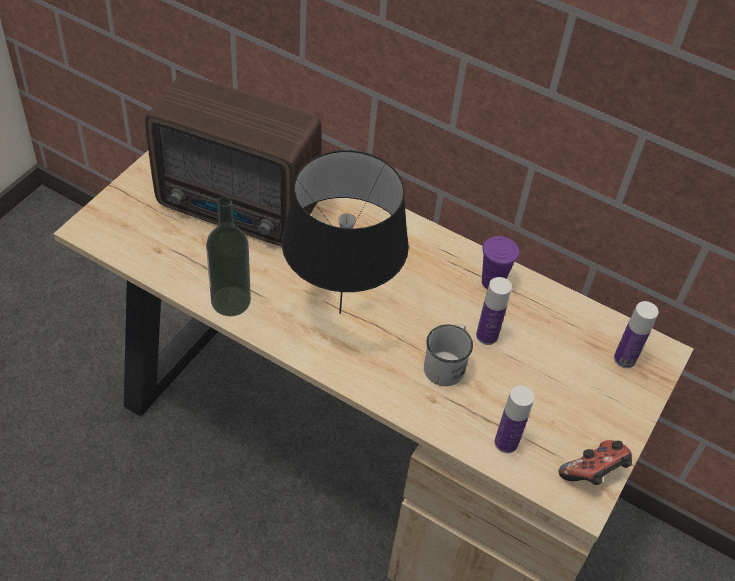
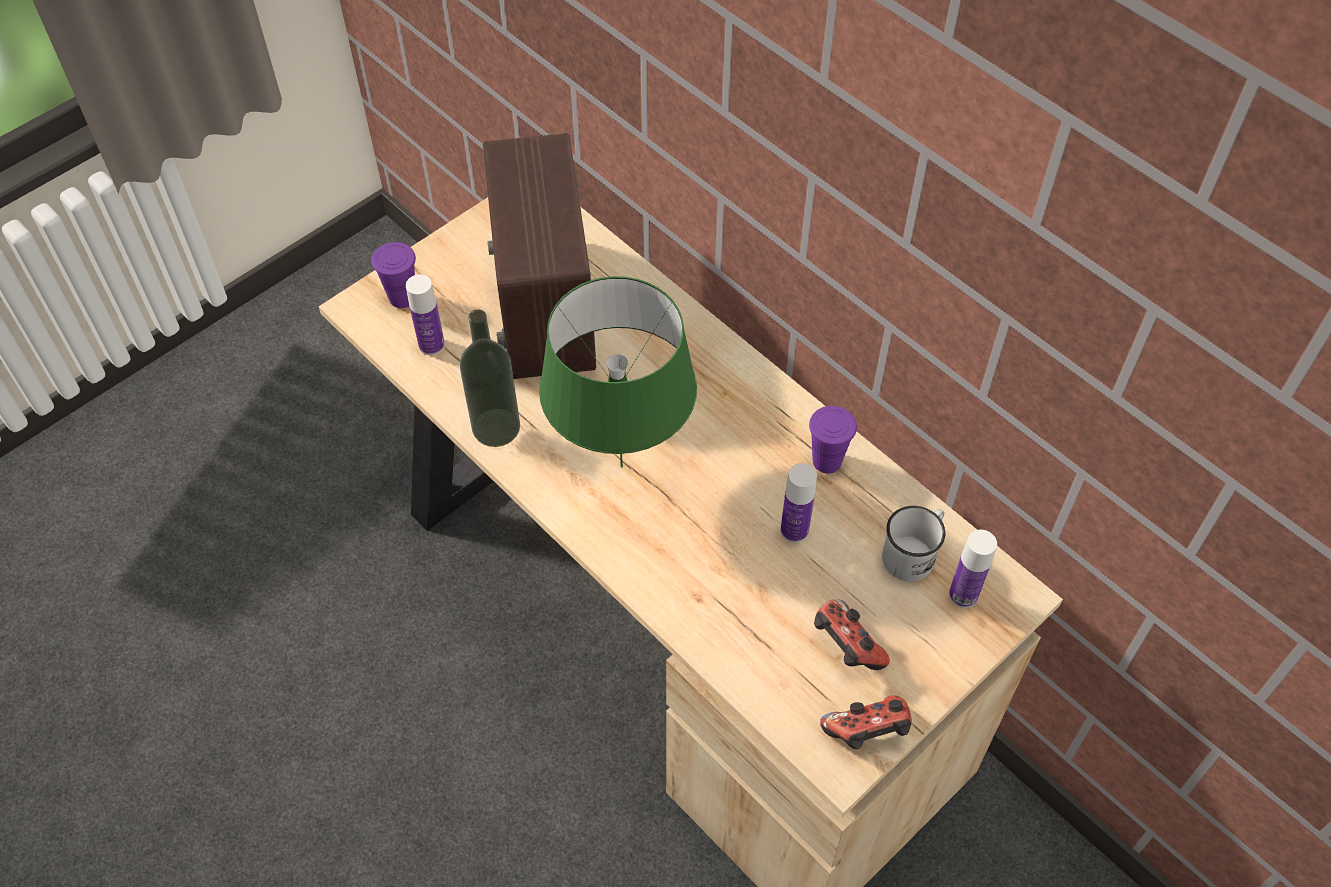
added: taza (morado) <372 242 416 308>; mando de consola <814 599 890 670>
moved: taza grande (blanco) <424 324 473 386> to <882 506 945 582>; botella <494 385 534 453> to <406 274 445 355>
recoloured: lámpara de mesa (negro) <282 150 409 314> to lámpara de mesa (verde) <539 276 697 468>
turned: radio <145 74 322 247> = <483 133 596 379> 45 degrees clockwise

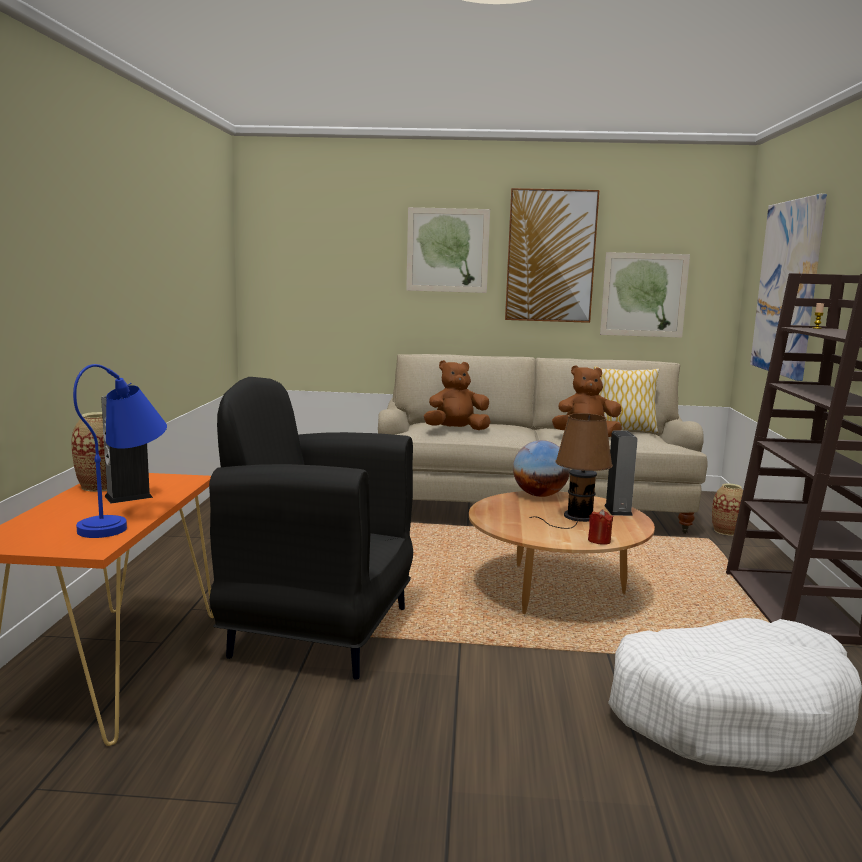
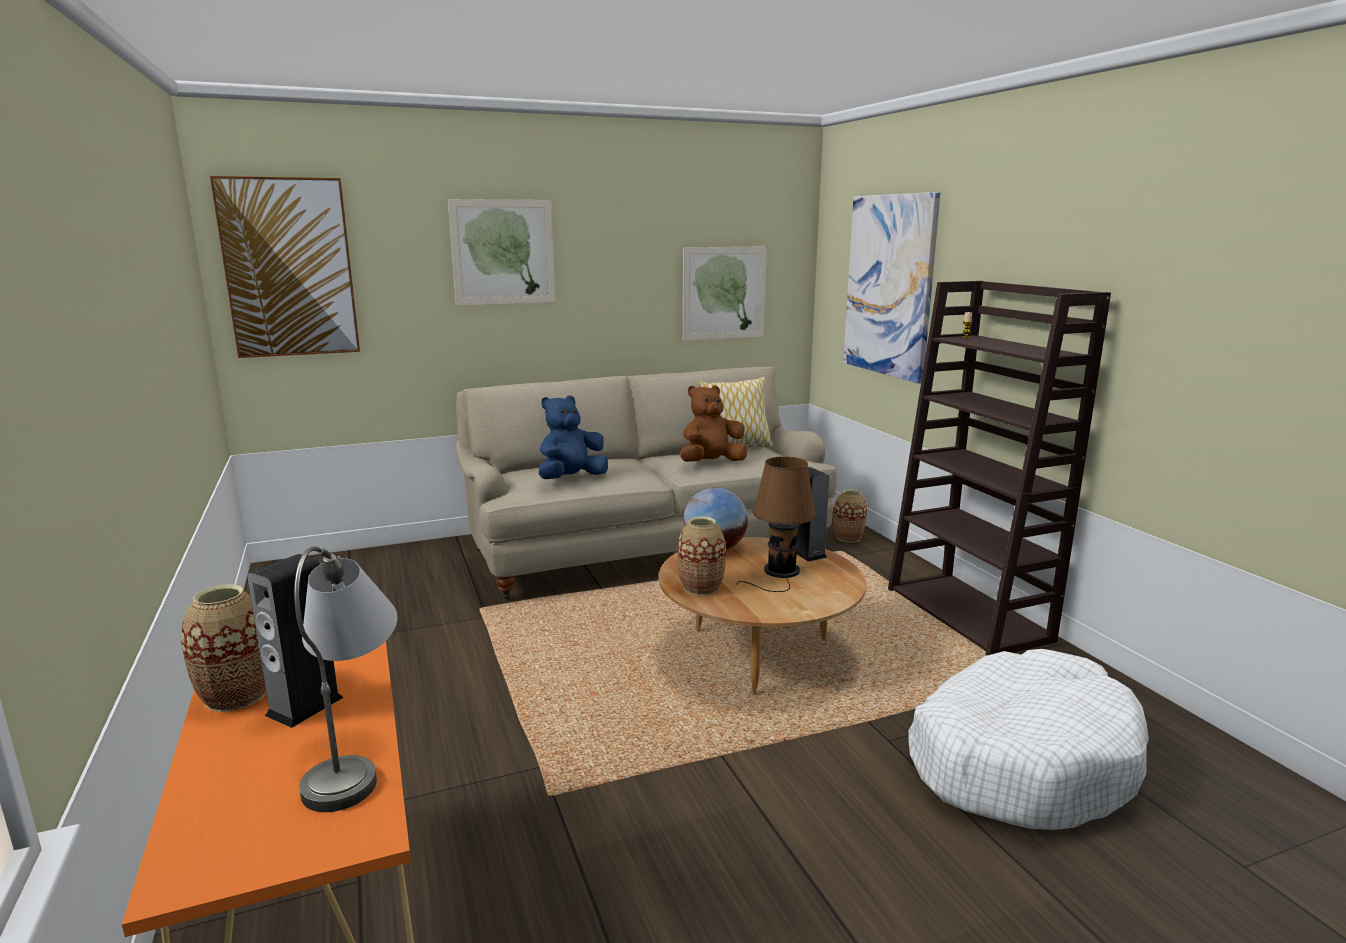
removed: sillón (negro) <209 377 413 680>; vela (rojo) <588 509 614 545>
added: florero <677 516 726 596>
moved: cuadro <505 188 599 323> to <210 176 360 358>
recoloured: lámpara de mesa (azul) <73 364 167 538> to lámpara de mesa (gris) <294 546 397 812>; peluche (marrón) <424 360 491 430> to peluche (azul) <539 395 608 479>

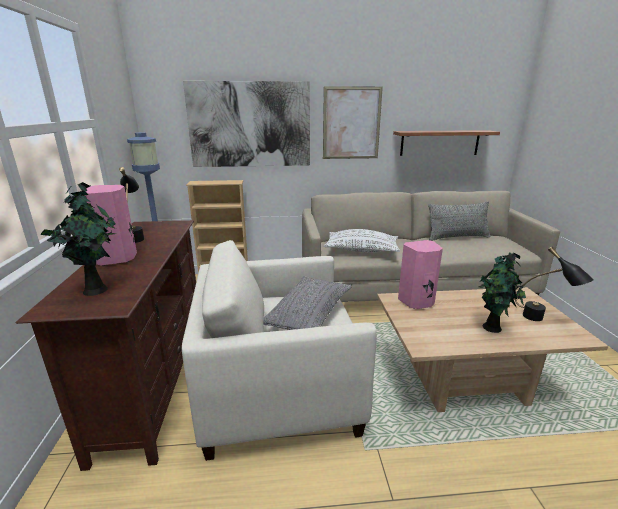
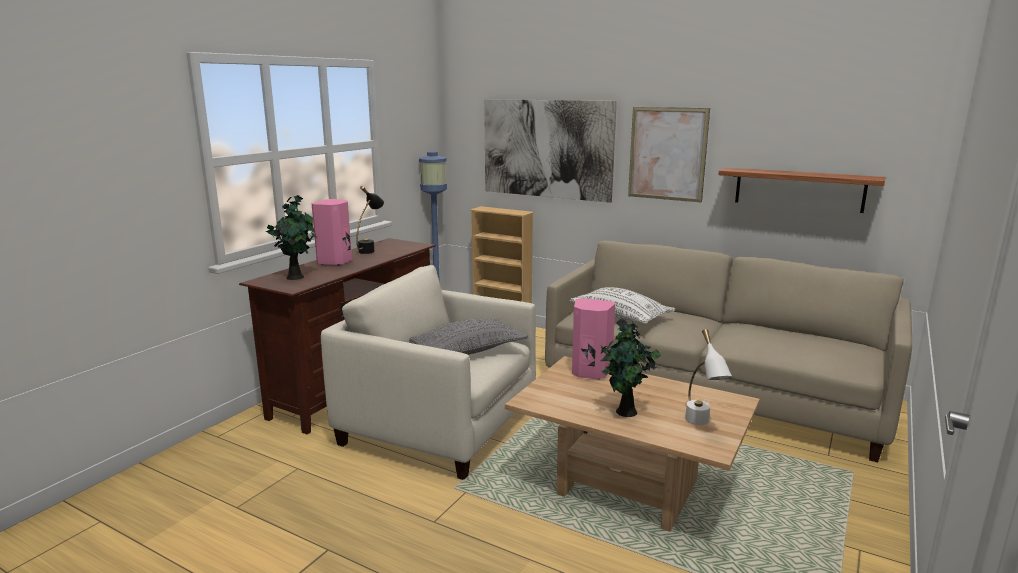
removed: cojín (gris) <428 201 490 241>
recoloured: lámpara de mesa (negro) <515 247 594 321> to lámpara de mesa (blanco) <685 329 732 425>

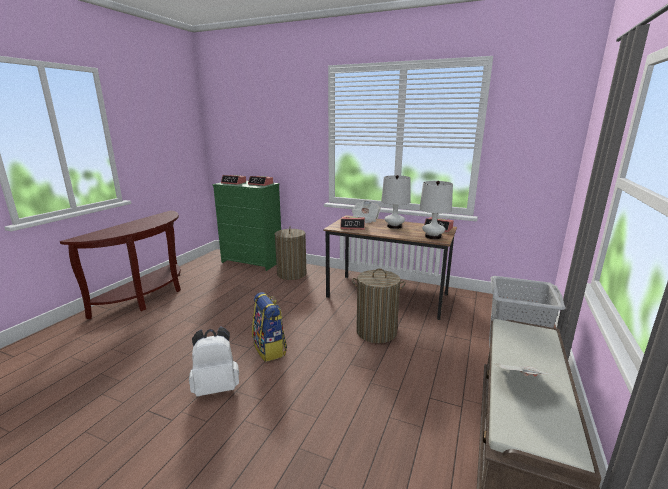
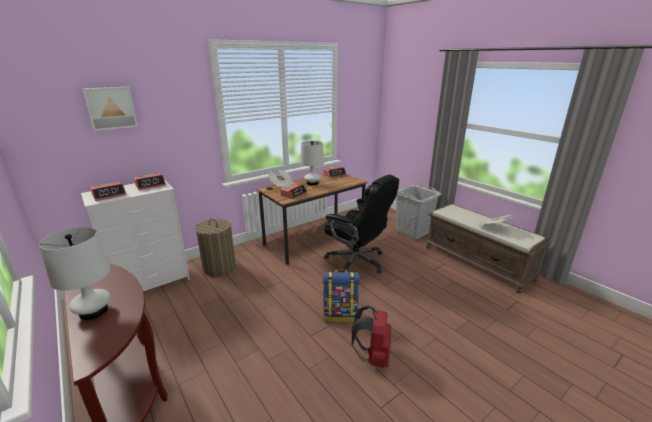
added: cuadro <82 87 138 131>
moved: lámpara de mesa (blanco) <419 181 453 239> to <39 227 111 320>
replaced: cesto de la ropa <352 269 406 343> to silla de oficina (negro) <324 175 399 273>
recoloured: mochila (blanco) <189 326 239 396> to mochila (rojo) <352 305 391 368>; cómoda (verde) <213 181 281 271> to cómoda (blanco) <81 181 190 291>

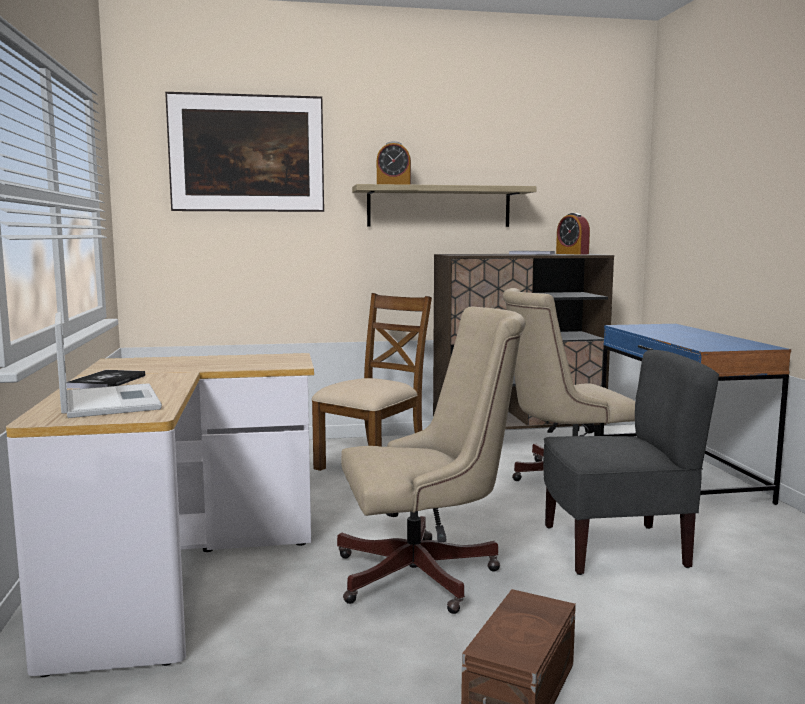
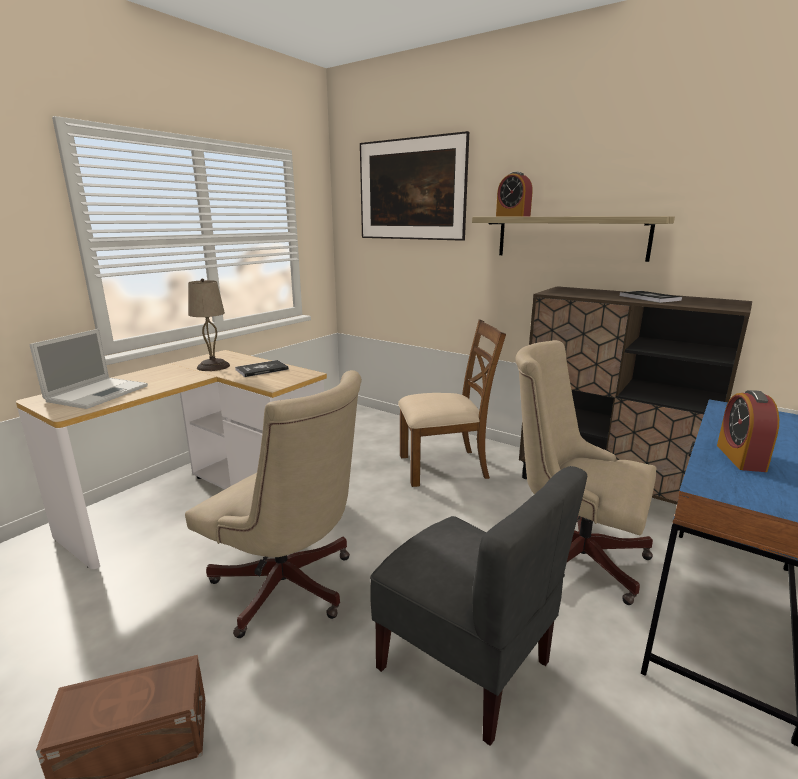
added: lámpara de mesa (beis) <188 278 230 371>
moved: libro <67 370 145 389> to <235 360 289 377>; despertador <556 213 590 255> to <717 390 779 472>

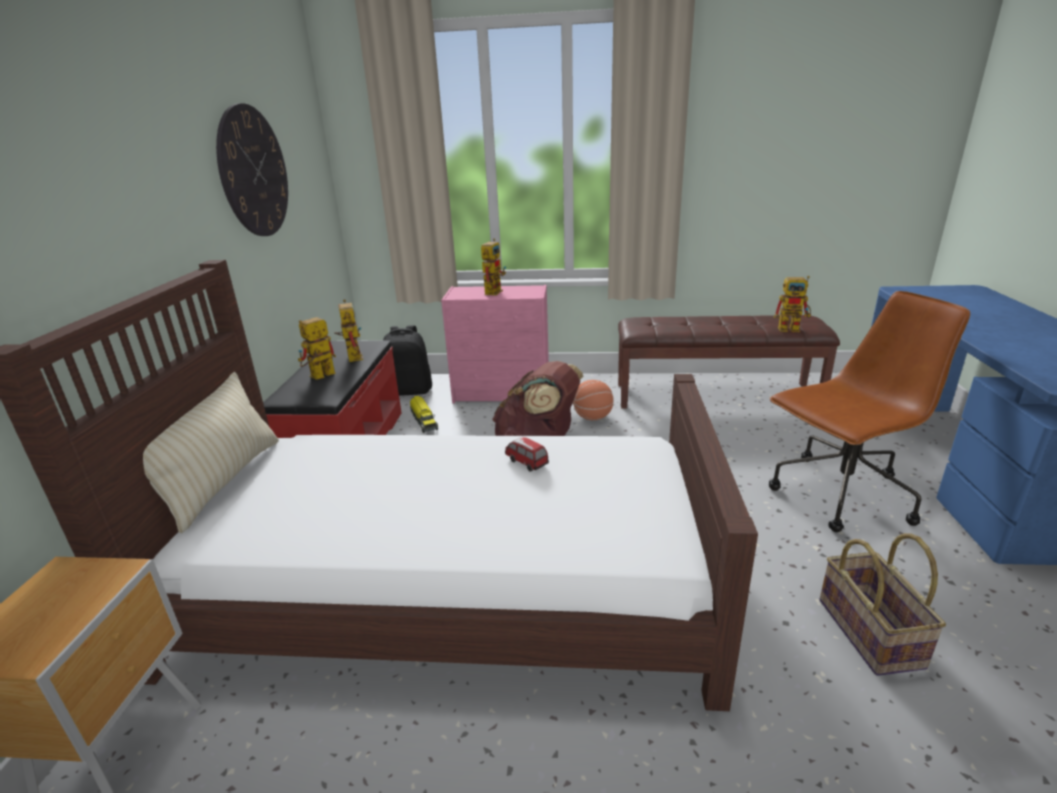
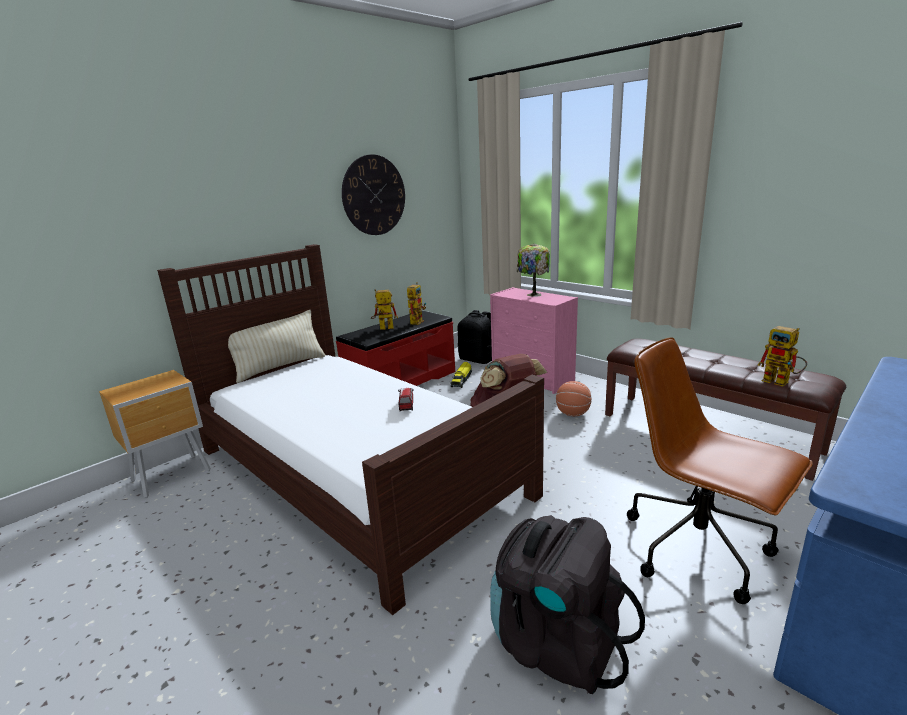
replaced: robot de juguete <481 238 506 295> to lámpara de mesa <517 244 550 297>; cesta <820 533 946 676> to mochila (negro) <490 515 645 694>
turned: silla de oficina (marrón) <769 291 970 532> = <627 337 813 604> 150 degrees counterclockwise

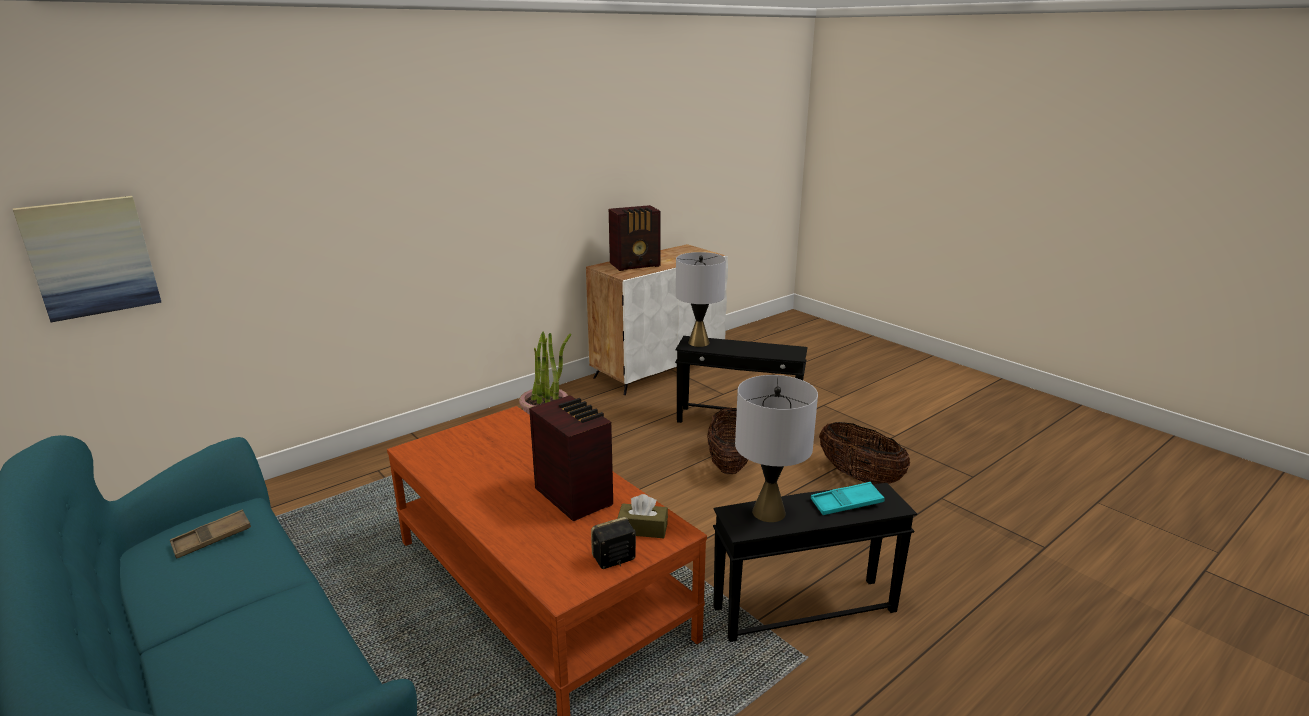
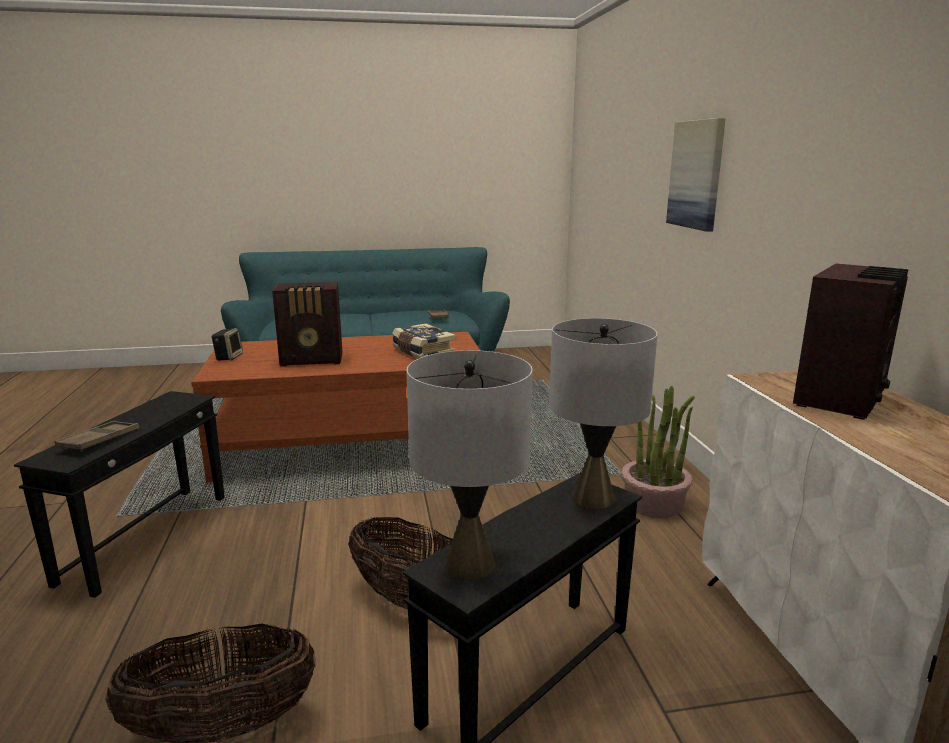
removed: caja de pañuelos (marrón) <617 494 668 538>
added: libro <392 324 456 359>
moved: cuadro <12 196 162 322> to <666 118 726 232>; lámpara de mesa (gris) <735 375 818 522> to <406 350 533 580>
recoloured: bandeja (turquesa) <811 482 885 515> to bandeja (marrón) <55 421 139 452>
turned: radio <609 205 661 271> = <793 264 909 420> 150 degrees counterclockwise

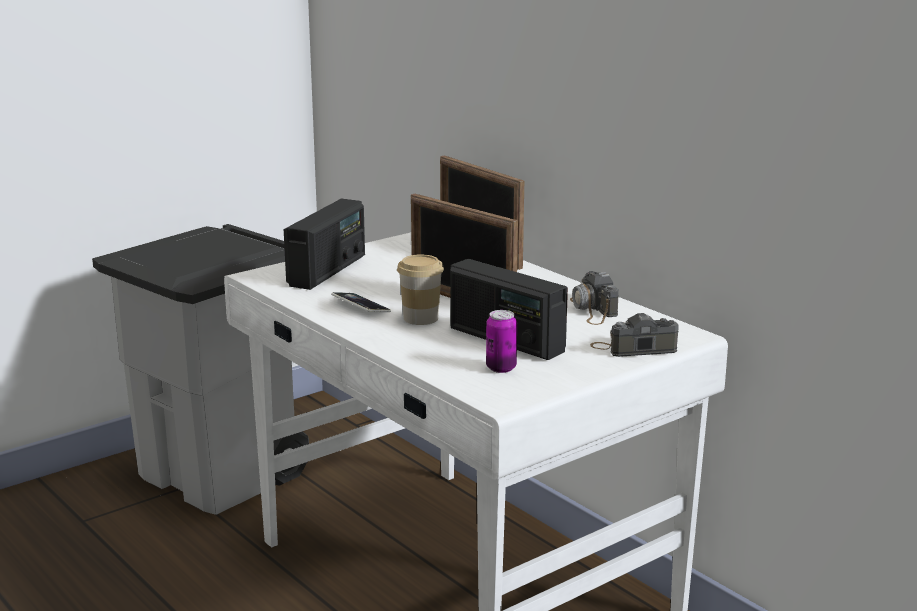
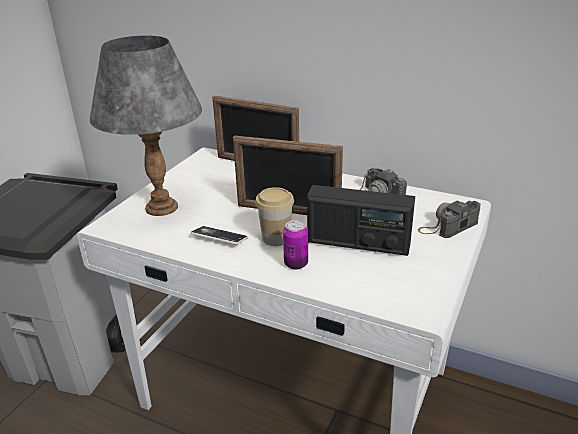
moved: lata <486 310 517 373> to <283 220 308 270>
replaced: radio <284 198 365 290> to lámpara de mesa (gris) <90 35 202 216>

